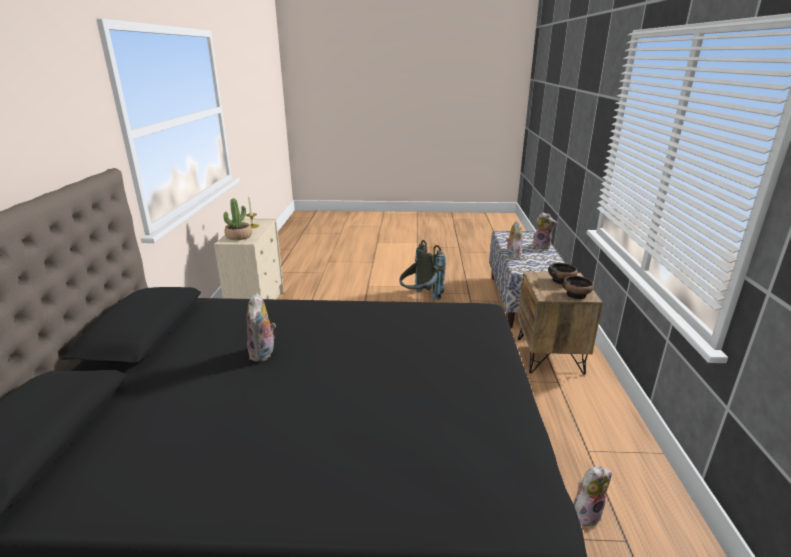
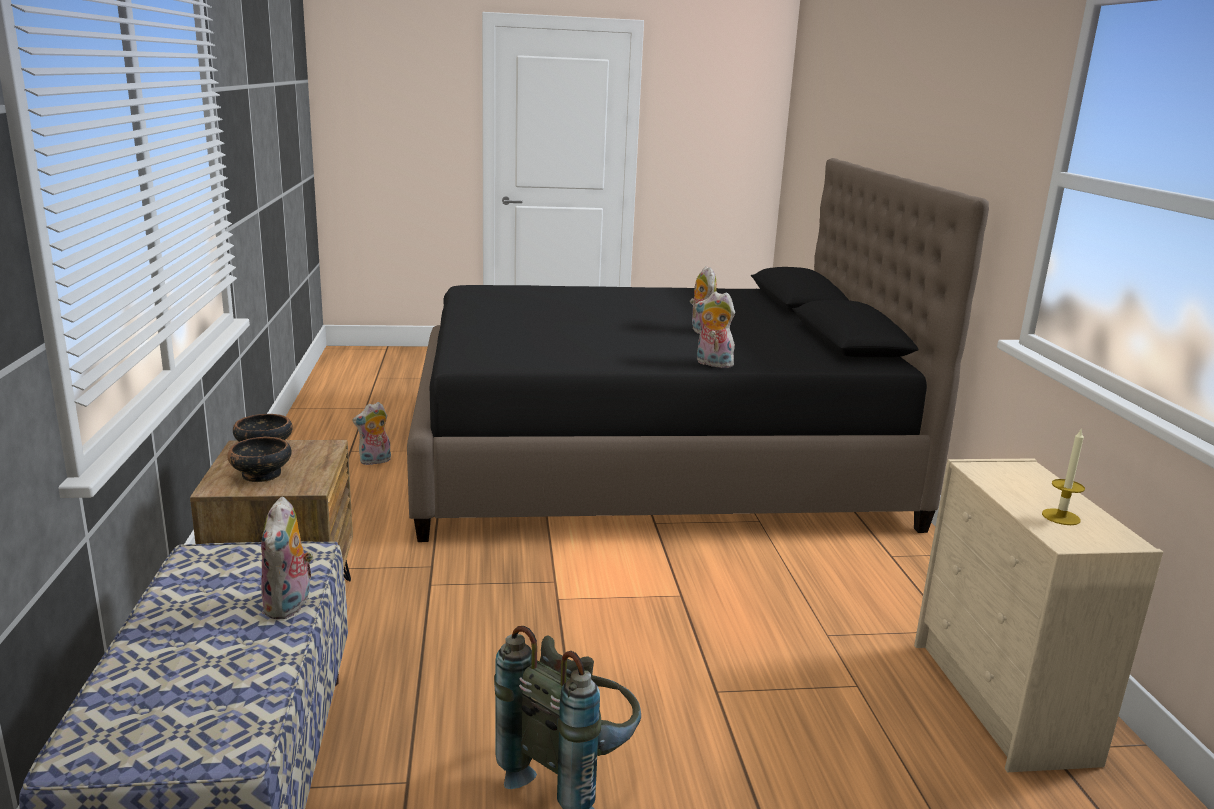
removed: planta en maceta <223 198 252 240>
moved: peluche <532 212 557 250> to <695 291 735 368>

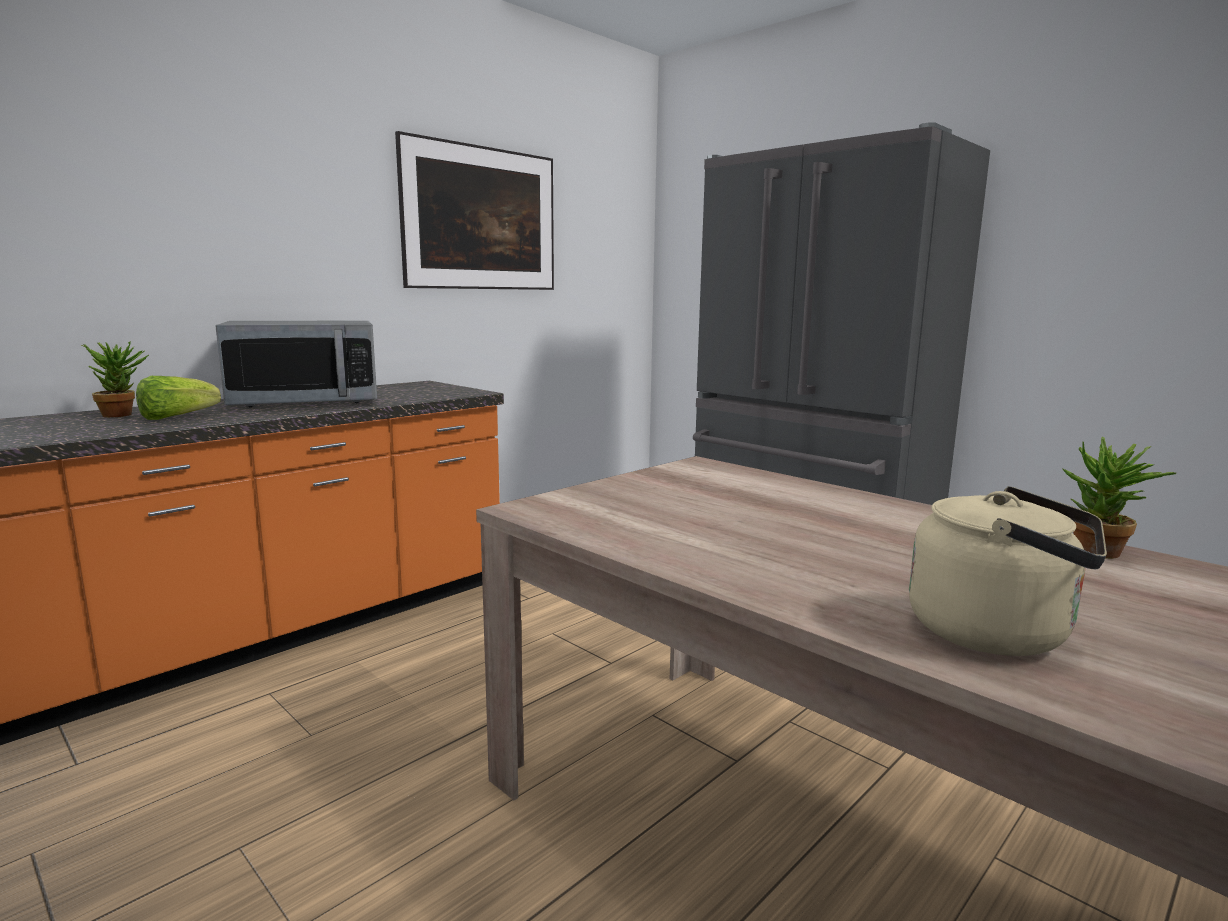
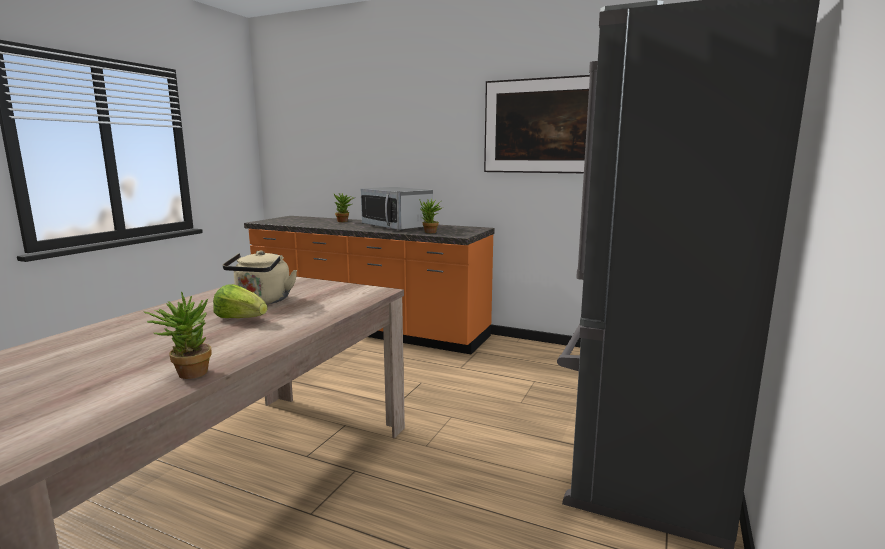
added: planta en maceta <420 199 442 233>
moved: lechuga <136 376 221 420> to <213 284 268 318>; hervidor (beis) <909 486 1107 656> to <222 251 297 304>

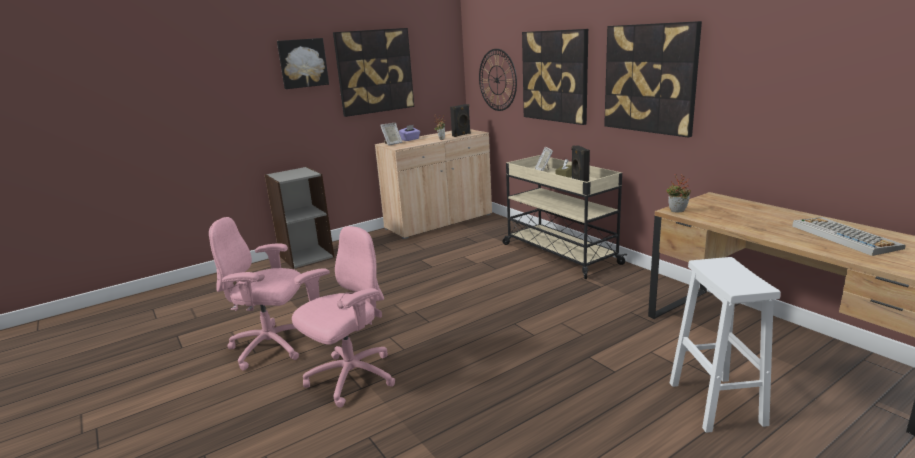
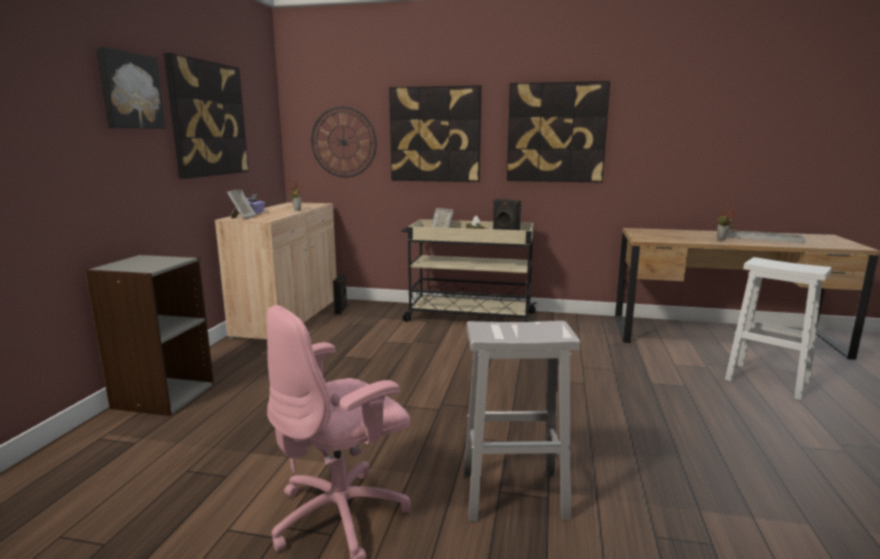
moved: altavoz (negro) <450 104 471 137> to <333 275 347 315>; planta en maceta <666 174 691 212> to <717 206 735 240>
replaced: silla de oficina (rosa) <292 226 395 408> to taburete (blanco) <464 321 580 522>

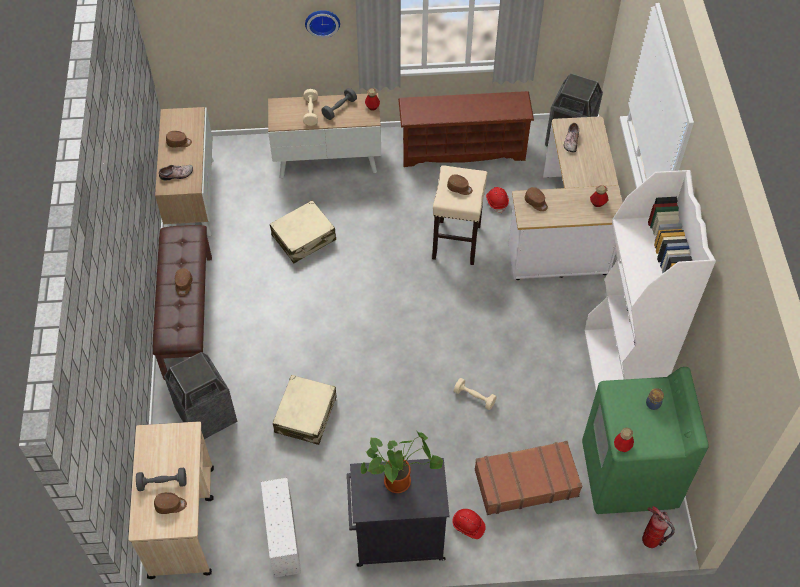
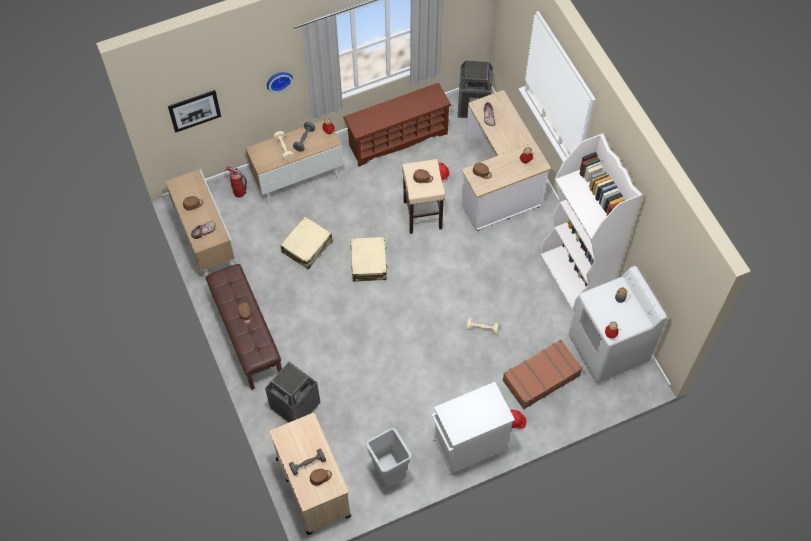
removed: planta en maceta <361 430 443 493>
added: cuadro <168 90 221 133>
moved: maleta (beis) <273 375 337 445> to <351 237 388 282>; extintor <642 506 675 548> to <225 166 247 198>
replaced: caja de almacenaje (blanco) <261 478 301 578> to papelera (gris) <366 428 412 487>
recoloured: armario (negro) <347 458 450 567> to armario (blanco) <431 382 515 475>; lavadora (verde) <582 367 709 514> to lavadora (blanco) <569 266 667 383>

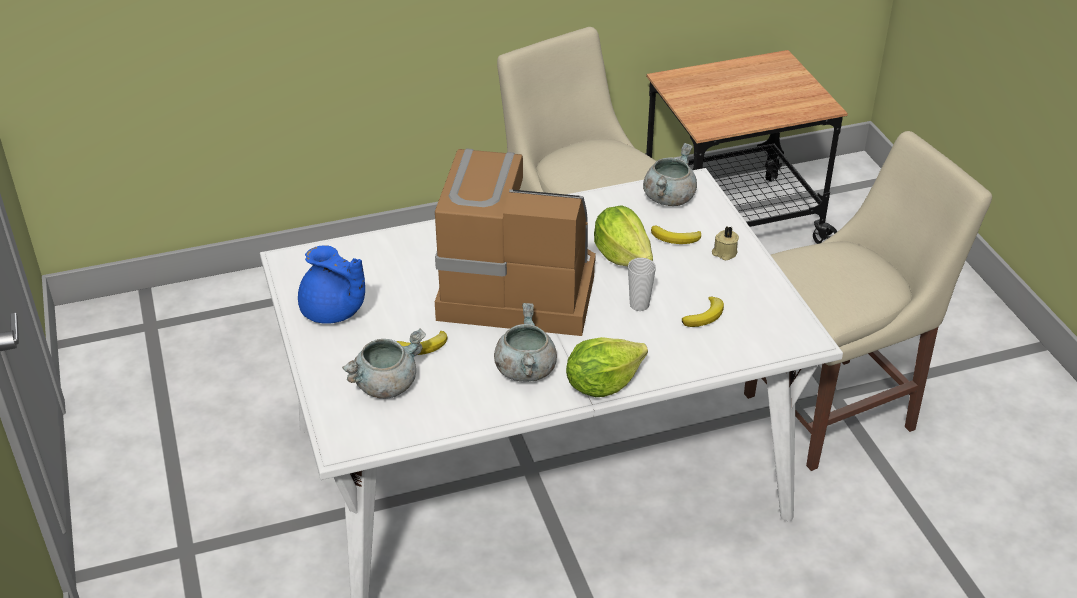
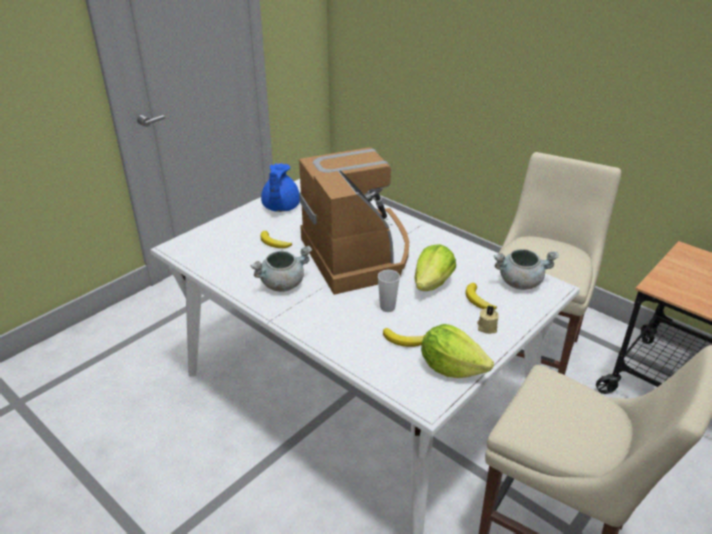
removed: olla (gris) <342 329 426 399>
moved: lechuga <566 337 648 397> to <421 324 494 378>

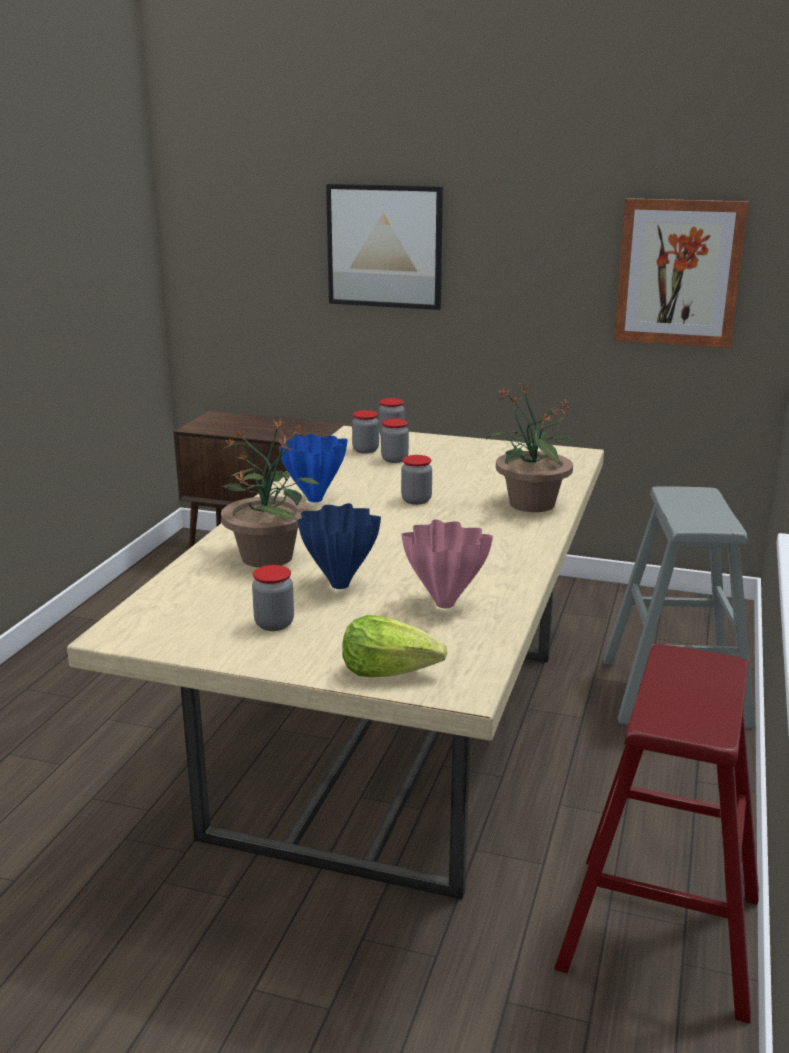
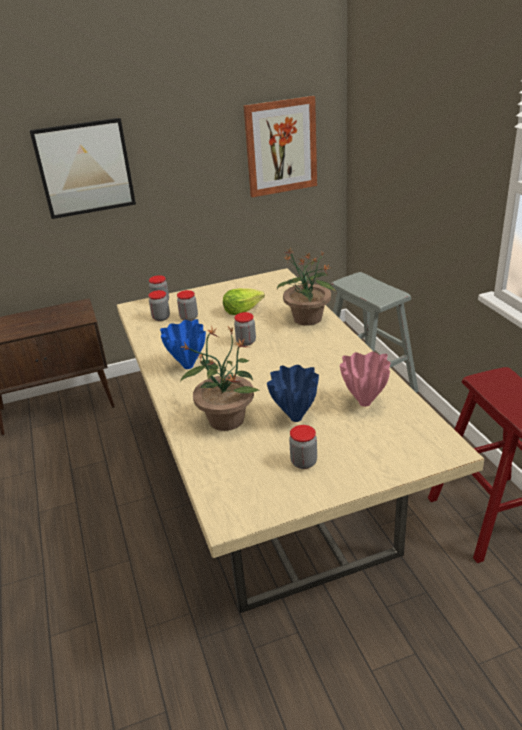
moved: lechuga <342 615 447 677> to <223 288 265 315>

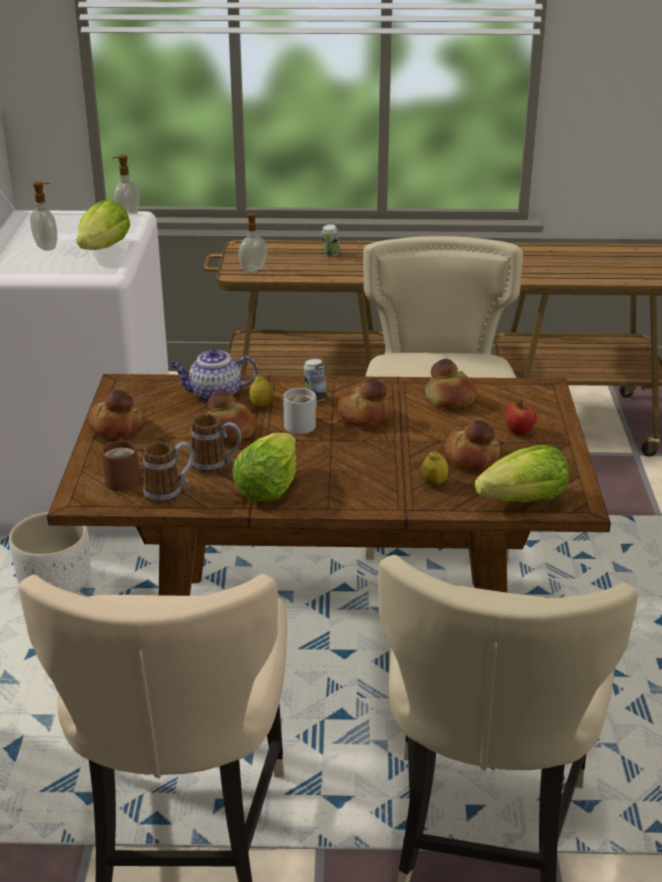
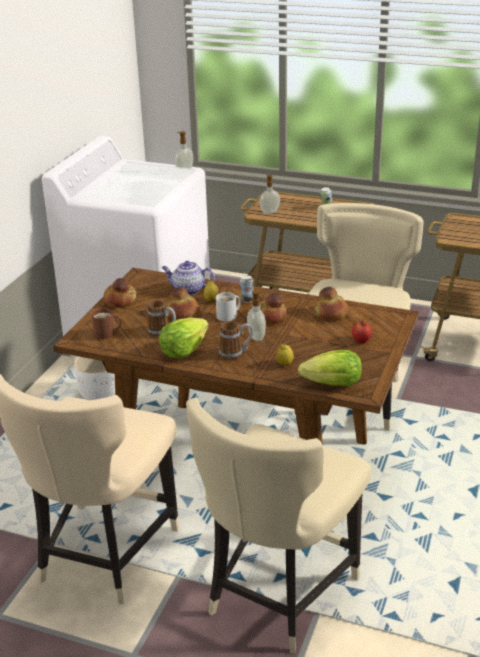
removed: lechuga <77 199 130 250>; pan <444 420 500 471>
moved: dispensador de jabón <30 181 57 251> to <247 290 266 341>; taza grande <143 442 194 504> to <219 321 253 360>

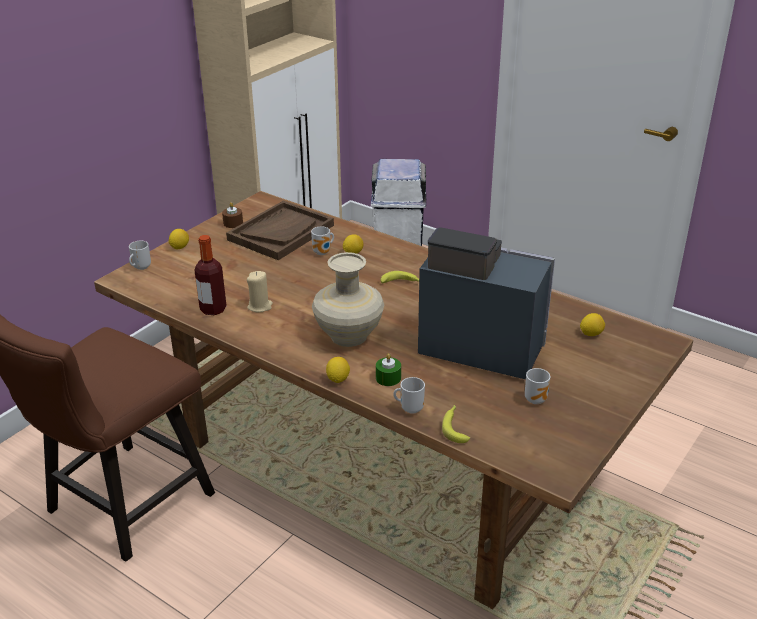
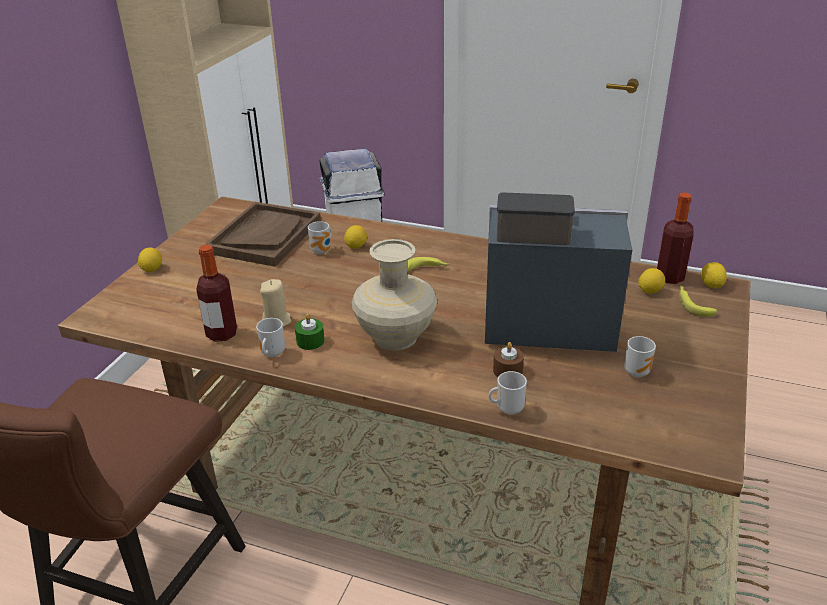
added: botella <657 192 694 284>
moved: taza grande <129 241 151 270> to <256 318 285 357>; vela (marrón) <222 202 243 228> to <493 342 524 377>; limón <326 357 350 383> to <701 262 727 289>; vela (verde) <376 353 401 386> to <295 314 325 350>; plátano <442 405 470 443> to <679 286 717 317>

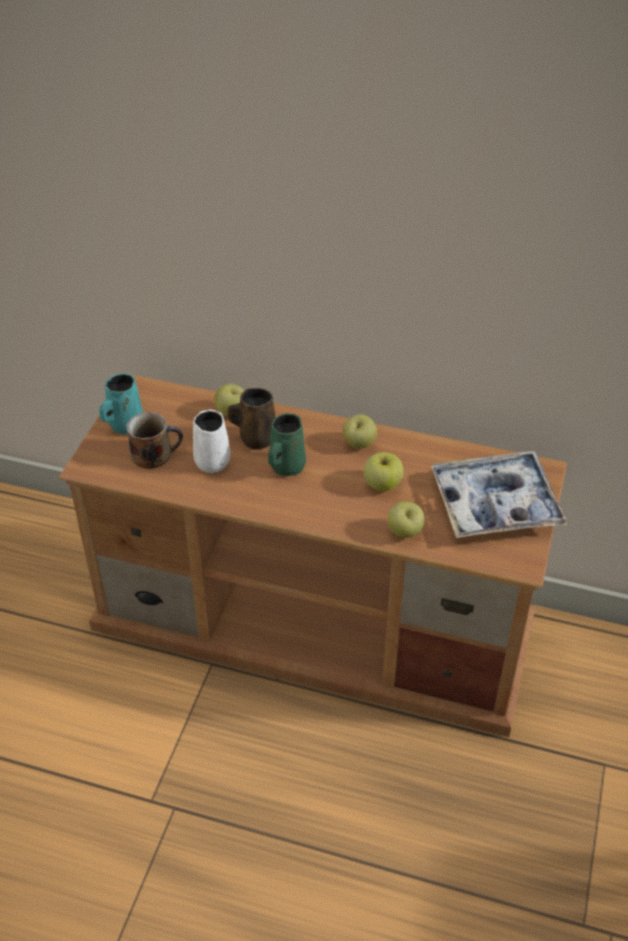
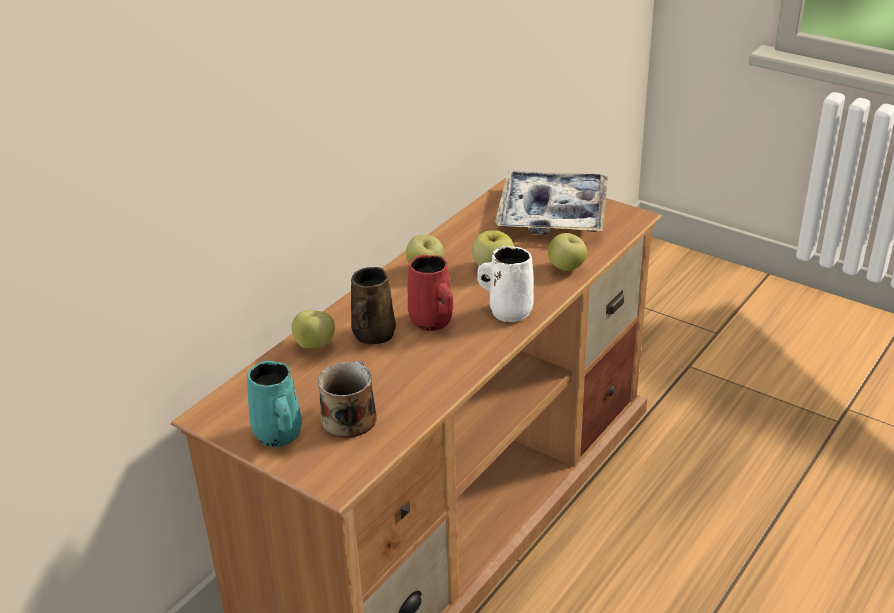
moved: taza grande (blanco) <193 409 231 473> to <478 246 534 322>
recoloured: taza grande (verde) <268 413 306 476> to taza grande (rojo) <408 255 454 331>

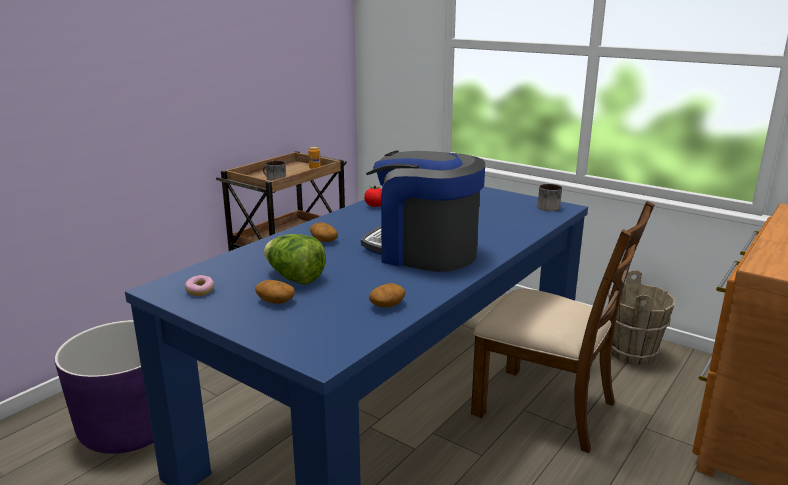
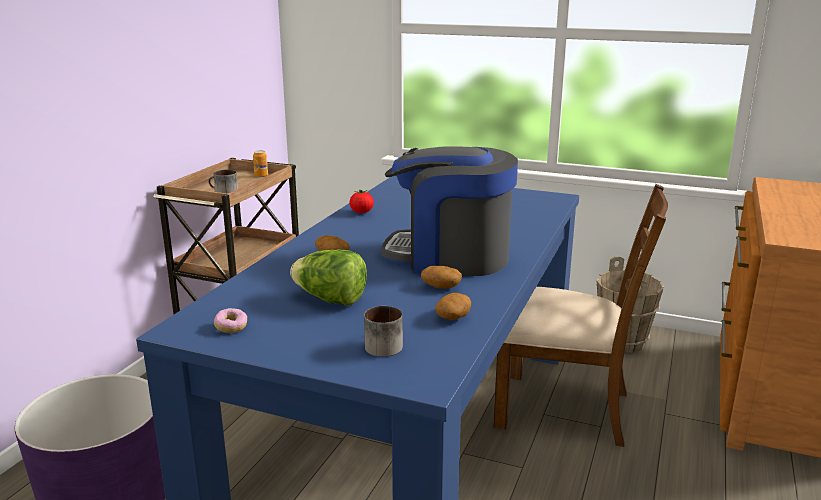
moved: patata <255 280 295 304> to <421 266 462 289>; taza grande <538 184 562 211> to <364 306 403 357>

